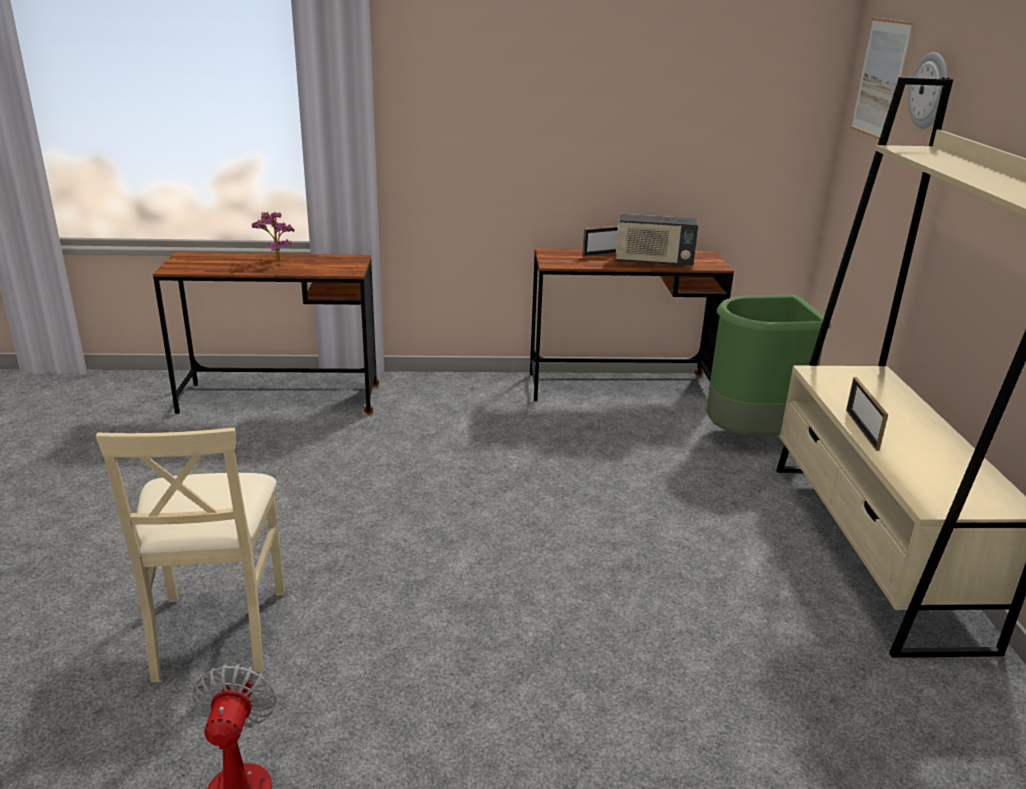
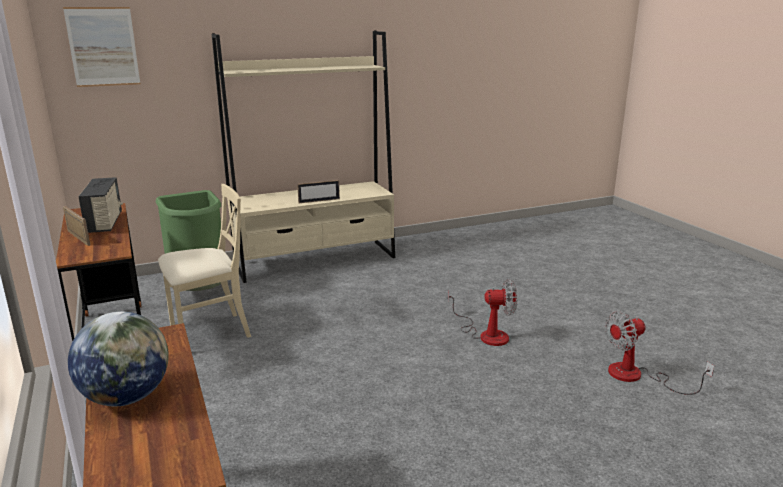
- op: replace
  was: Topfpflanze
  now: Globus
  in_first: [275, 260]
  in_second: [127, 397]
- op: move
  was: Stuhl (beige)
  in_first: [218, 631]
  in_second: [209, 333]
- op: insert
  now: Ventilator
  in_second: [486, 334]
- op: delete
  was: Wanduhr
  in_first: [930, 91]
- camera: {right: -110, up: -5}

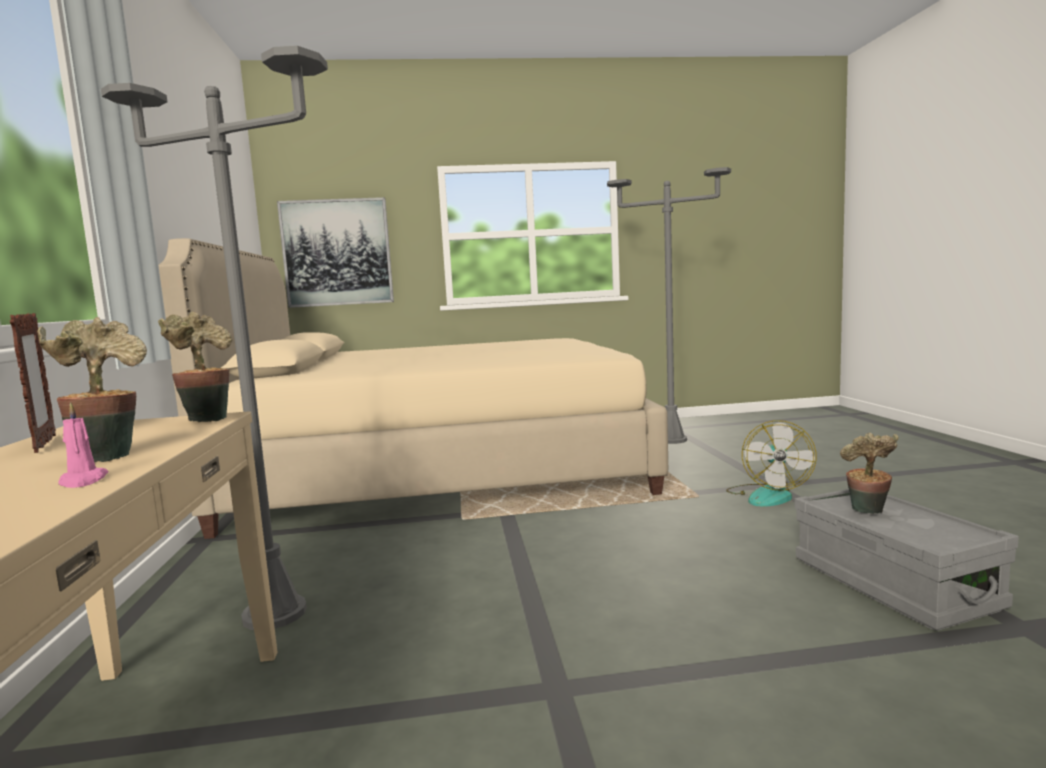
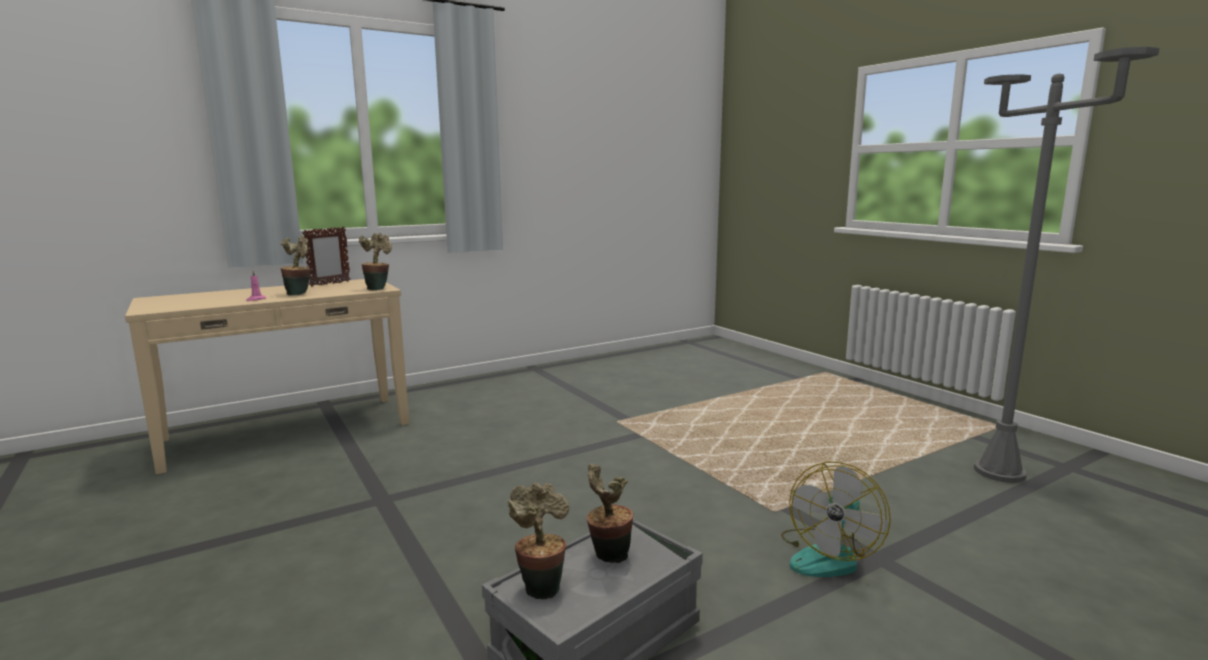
- op: insert
  now: Topfpflanze
  in_second: [540, 586]
- op: rotate
  was: Ventilator
  in_first: [767, 495]
  in_second: [828, 556]
  clockwise: -45
- op: delete
  was: Stehlampe (grau)
  in_first: [275, 614]
- op: delete
  was: Bett (beige)
  in_first: [442, 471]
- op: delete
  was: Bild
  in_first: [337, 253]
- camera: {right: 65, up: 5}

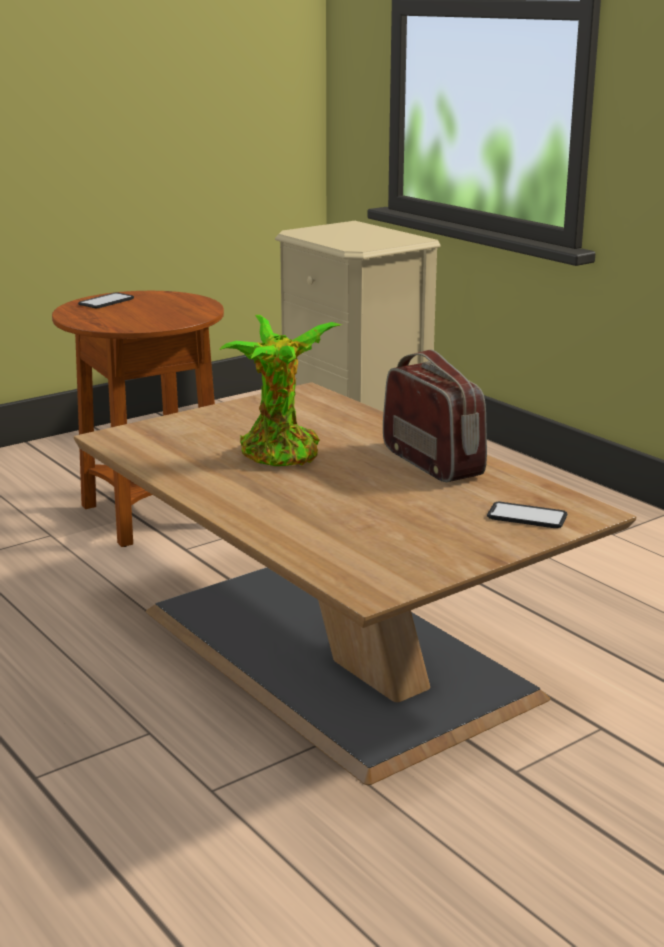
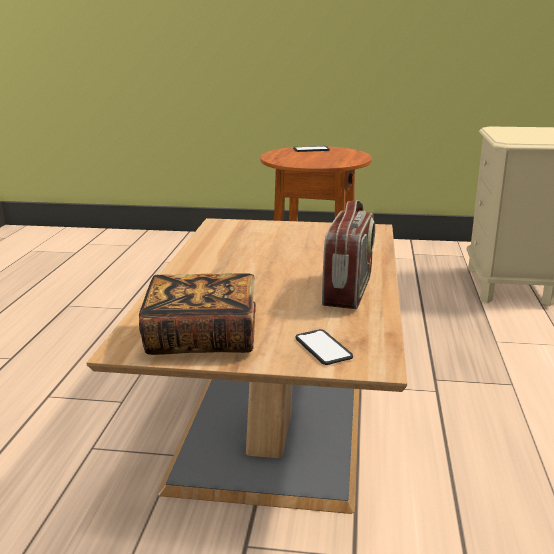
- op: insert
  now: Buch
  in_second: [202, 338]
- op: delete
  was: Topfpflanze
  in_first: [281, 456]
- camera: {right: 45, up: 0}

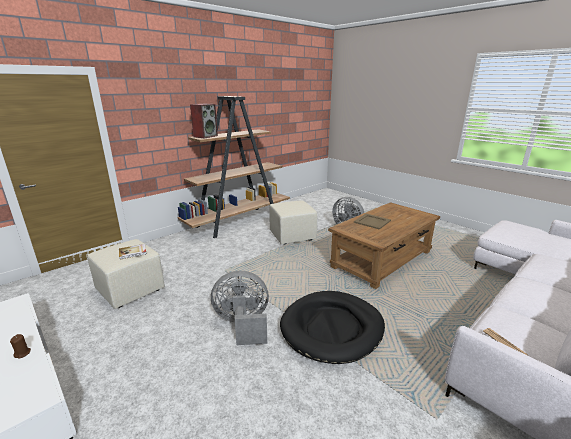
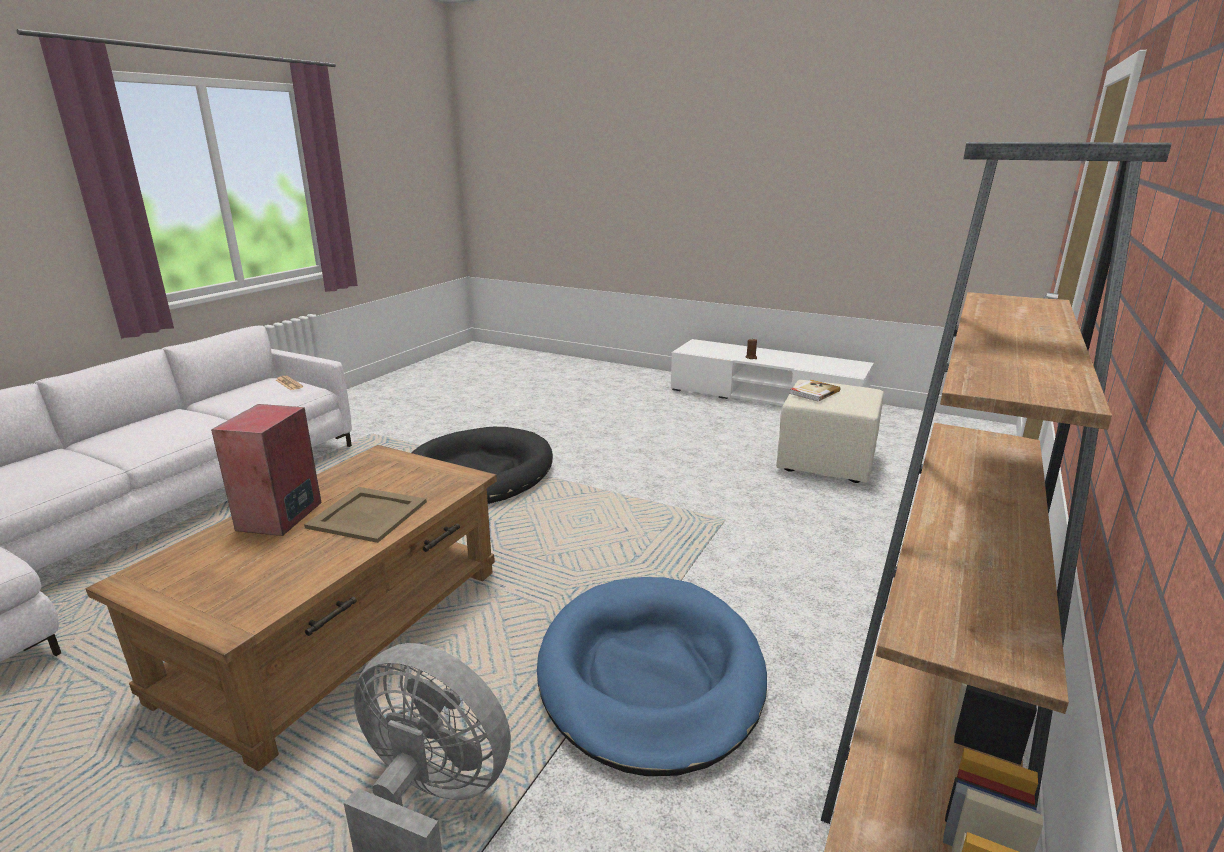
- op: move
  was: Lautsprecher
  in_first: [205, 136]
  in_second: [280, 517]
- op: replace
  was: Polsterhocker (beige)
  now: Hundebett (blau)
  in_first: [292, 236]
  in_second: [650, 676]
- op: delete
  was: Ventilator (grau)
  in_first: [243, 325]
- camera: {right: 160, up: 0}

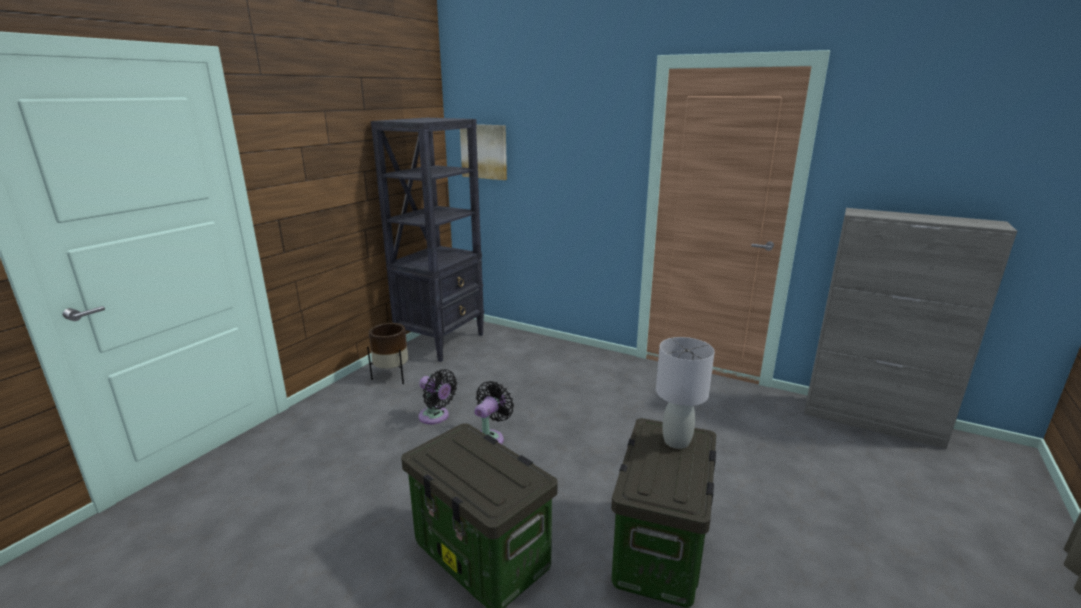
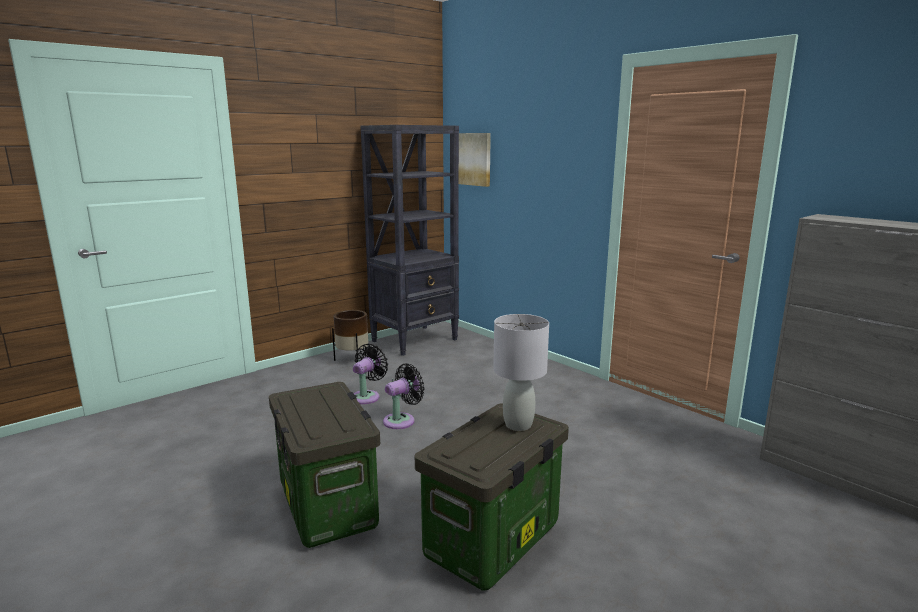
- op: rotate
  was: Ventilator (schwarz)
  in_first: [436, 417]
  in_second: [367, 396]
  clockwise: -120
- camera: {right: 20, up: -5}

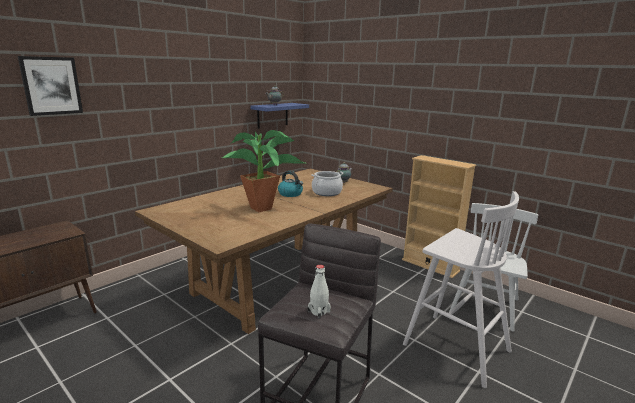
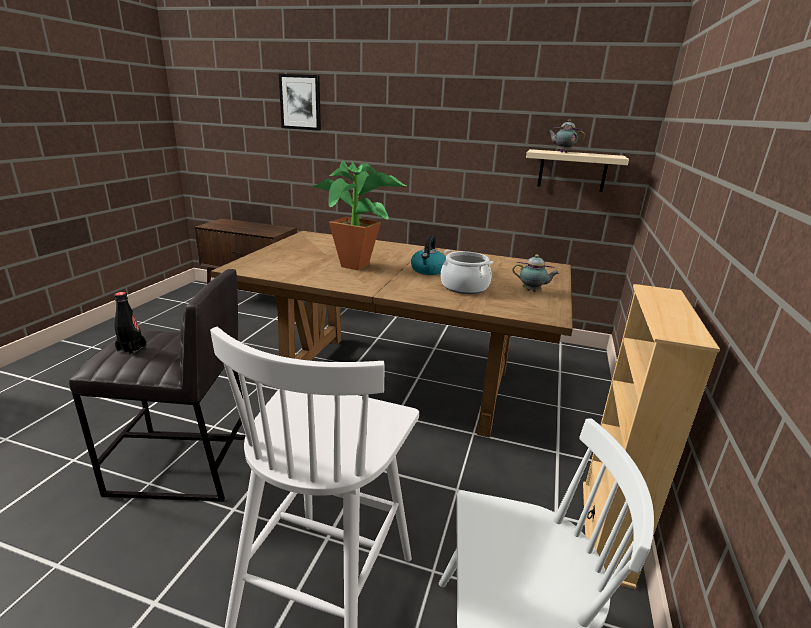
- op: recolor
  was: Flasche (weiß)
  now: Flasche (schwarz)
  in_first: [319, 311]
  in_second: [131, 348]
- op: recolor
  was: Wandregal (blau)
  now: Wandregal (beige)
  in_first: [272, 115]
  in_second: [572, 170]
- camera: {right: 65, up: 5}

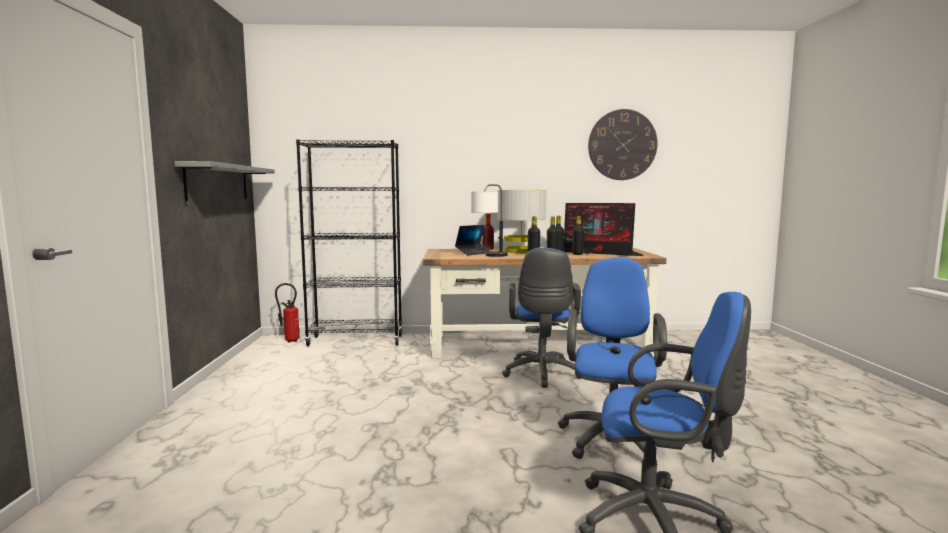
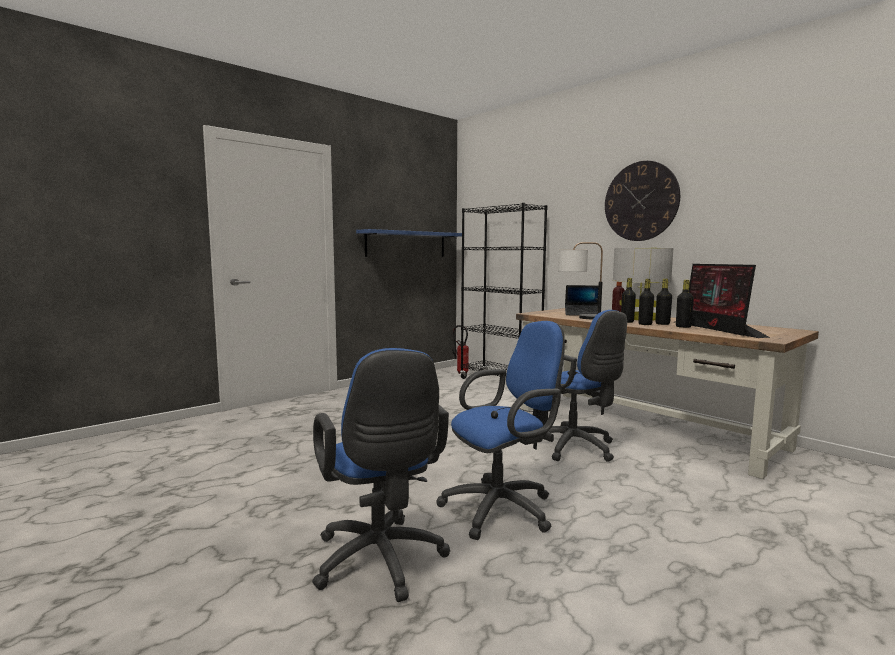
- op: recolor
  was: Wandregal (grau)
  now: Wandregal (blau)
  in_first: [218, 182]
  in_second: [406, 244]
- op: rotate
  was: Bürostuhl (blau)
  in_first: [541, 374]
  in_second: [576, 448]
  clockwise: -90
- op: move
  was: Wanduhr
  in_first: [622, 145]
  in_second: [641, 201]
- camera: {right: 50, up: 0}

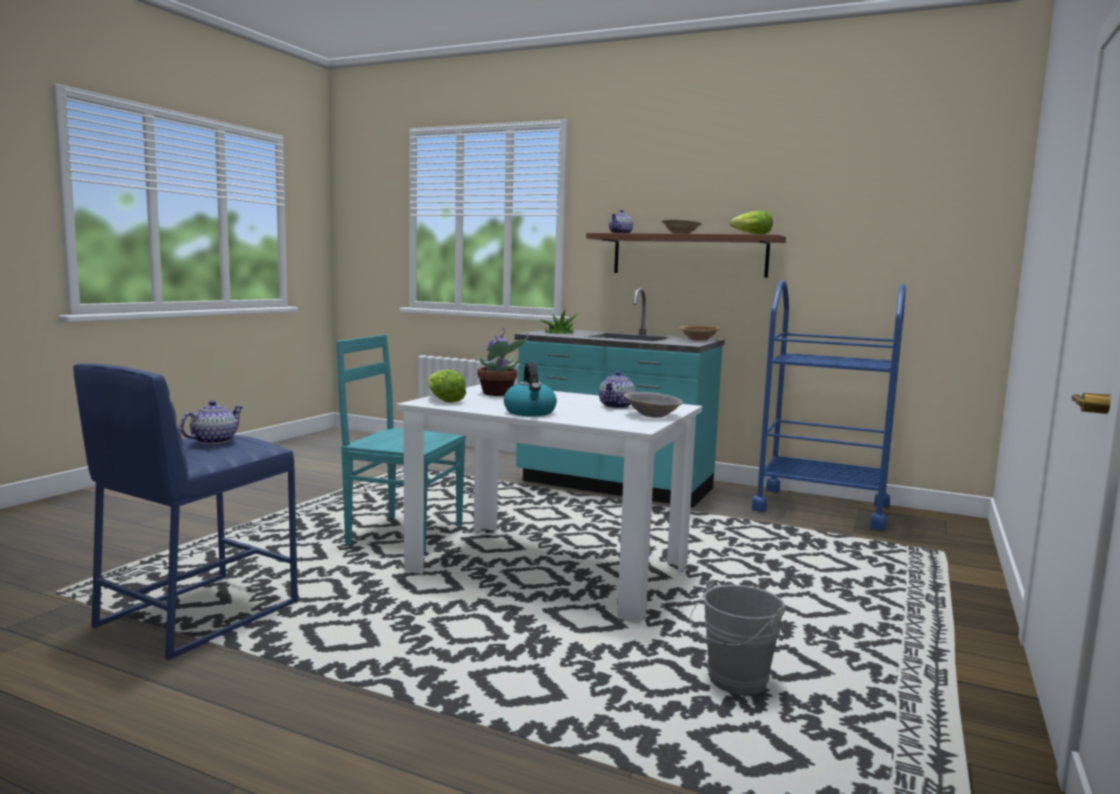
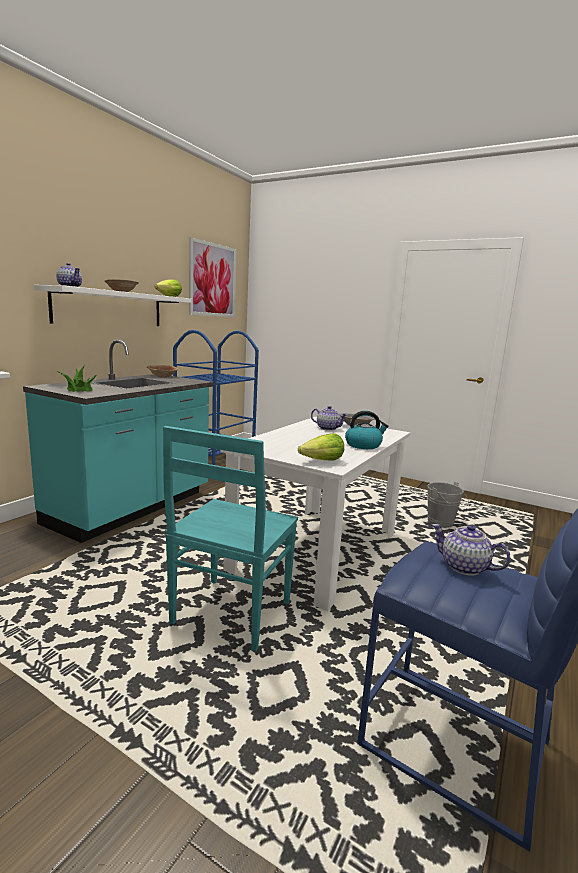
- op: recolor
  was: Wandregal (braun)
  now: Wandregal (weiß)
  in_first: [689, 255]
  in_second: [110, 308]
- op: insert
  now: Bild
  in_second: [213, 280]
- op: delete
  was: Topfpflanze
  in_first: [498, 394]
- camera: {right: -85, up: 5}

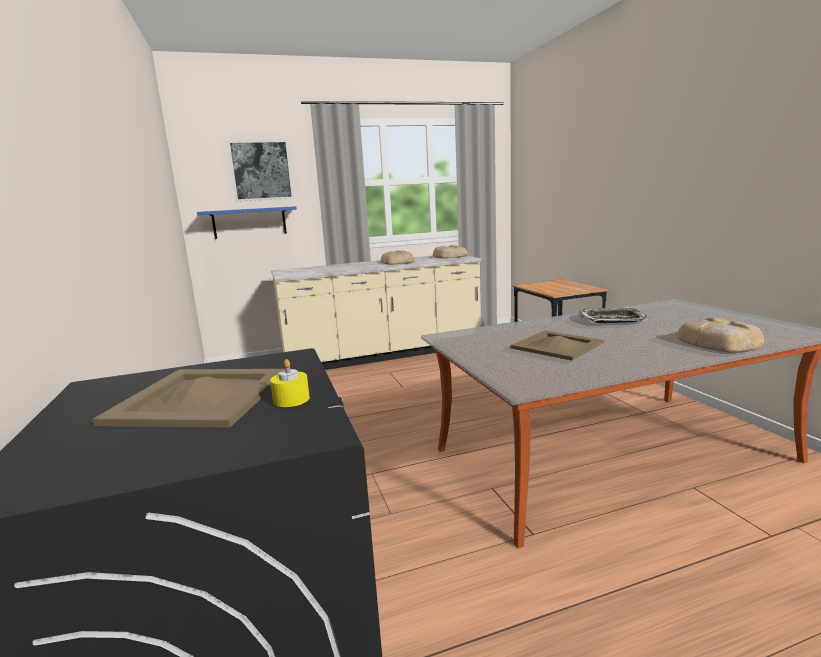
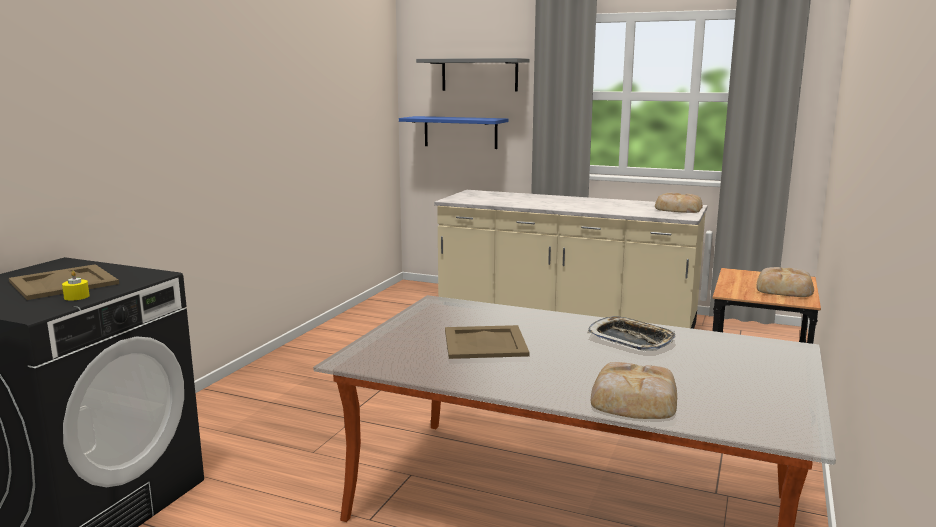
- op: replace
  was: Bild
  now: Wandregal (grau)
  in_first: [261, 170]
  in_second: [479, 75]
- op: move
  was: Brot
  in_first: [397, 262]
  in_second: [784, 288]
- camera: {right: 40, up: 0}

